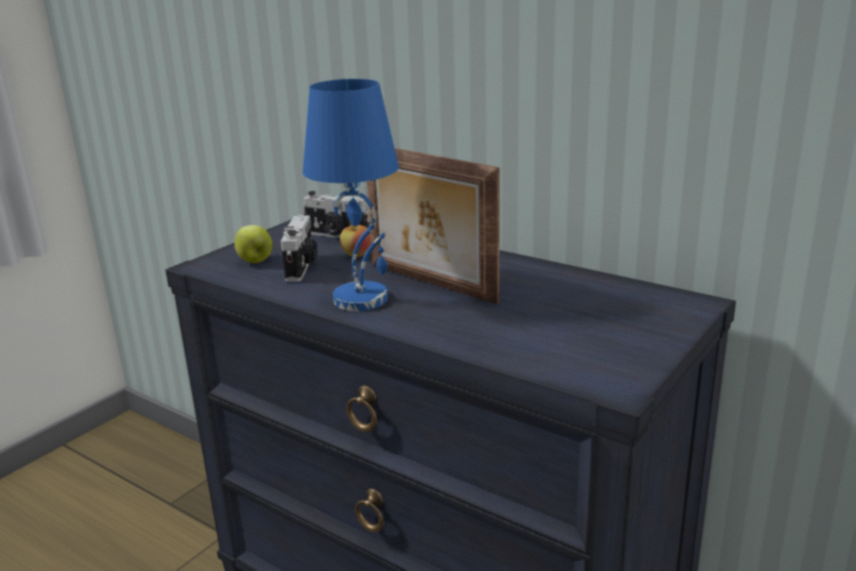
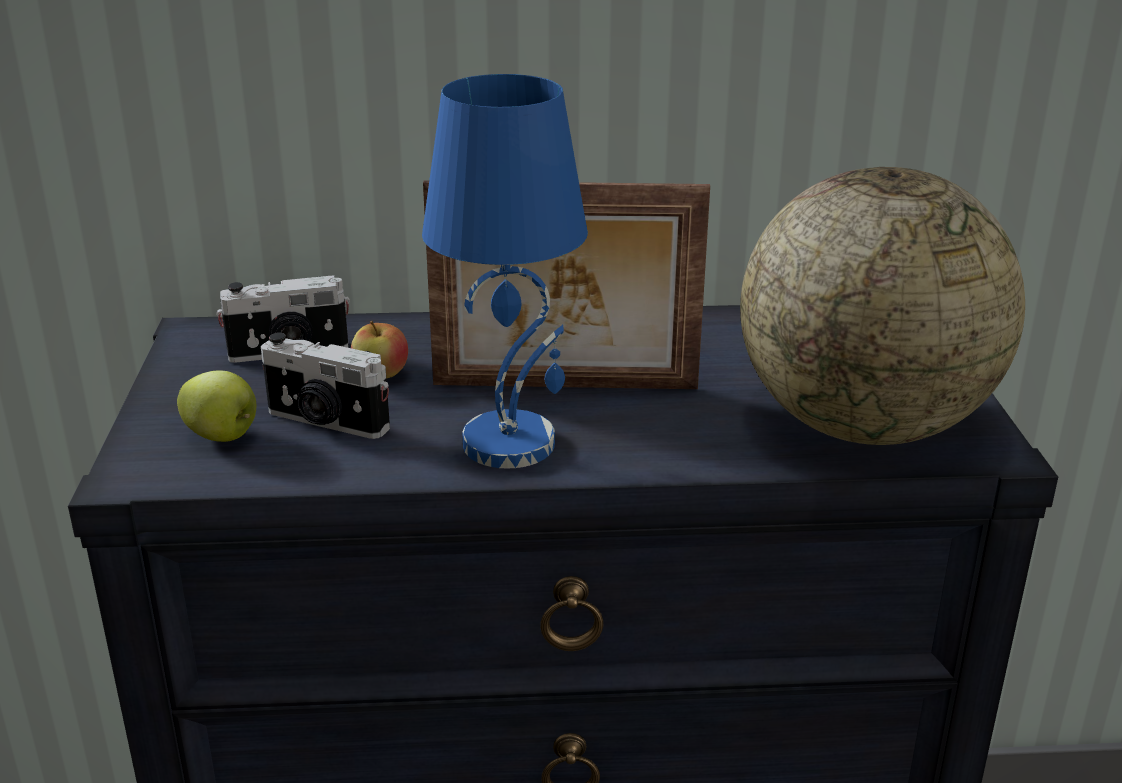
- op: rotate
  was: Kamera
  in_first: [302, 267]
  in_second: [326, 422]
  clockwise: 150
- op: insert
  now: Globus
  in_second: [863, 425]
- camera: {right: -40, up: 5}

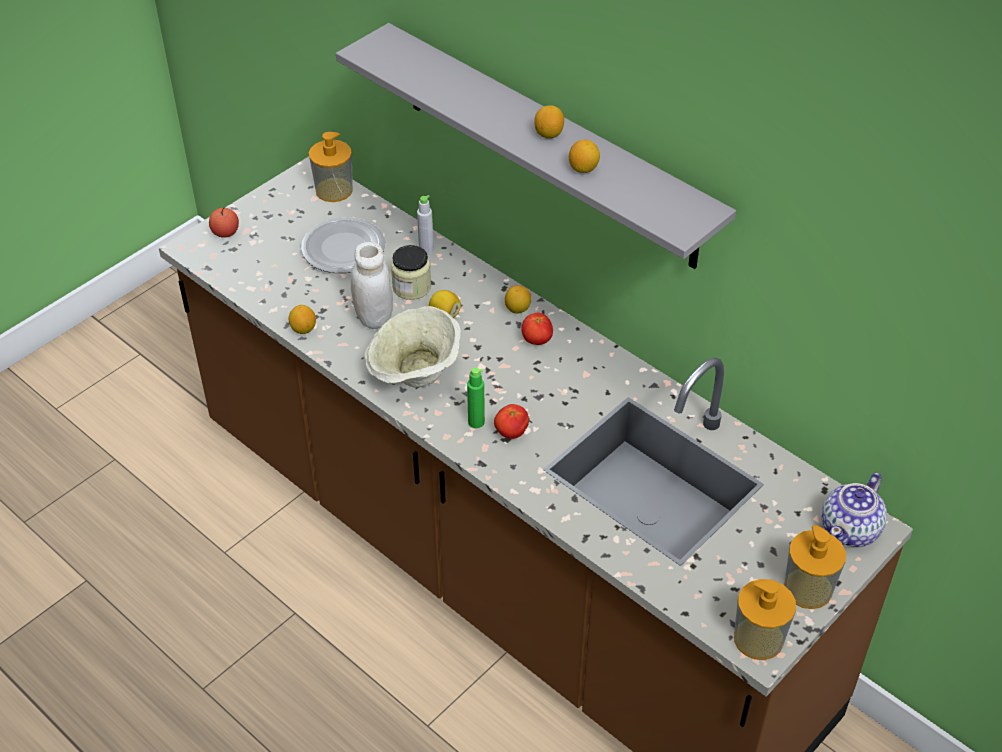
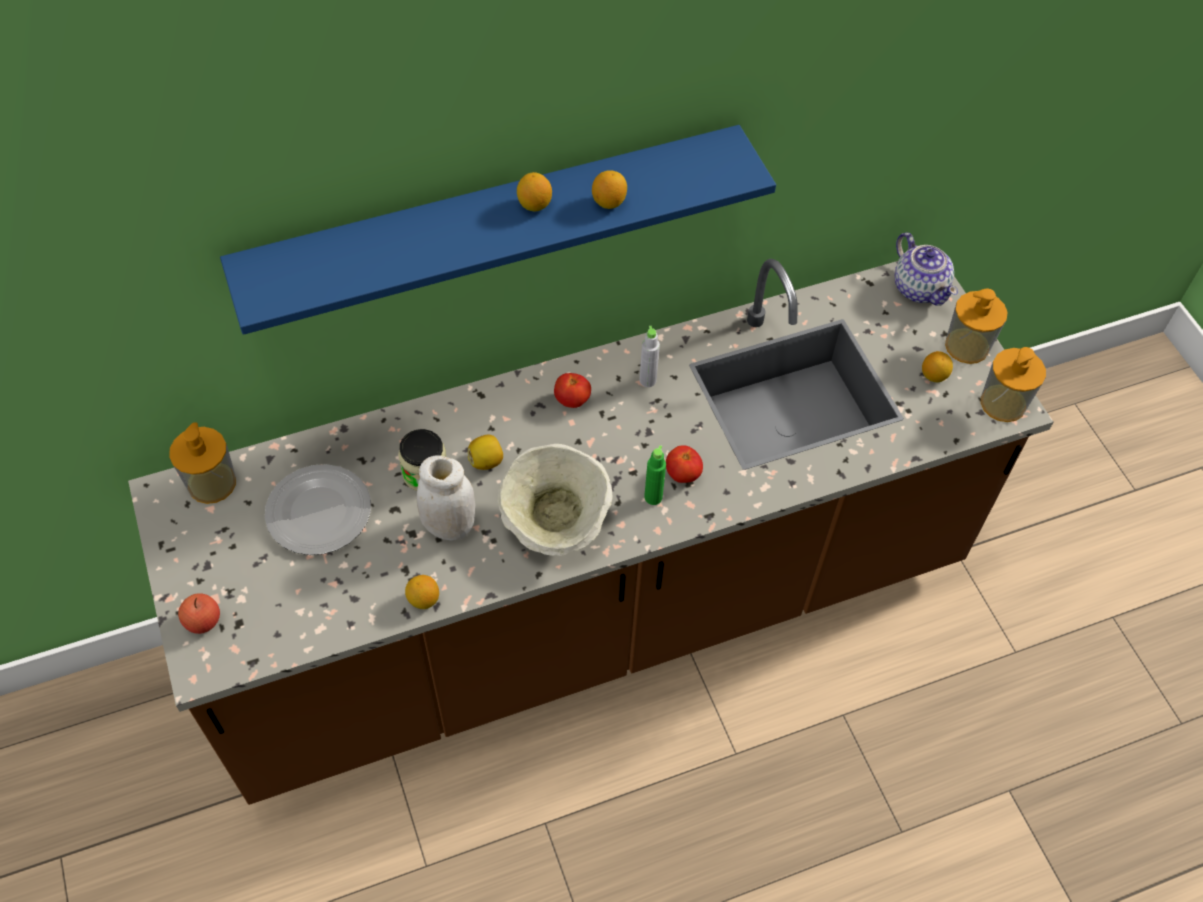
- op: recolor
  was: Wandregal (grau)
  now: Wandregal (blau)
  in_first: [548, 146]
  in_second: [493, 225]
- op: move
  was: Flasche (grau)
  in_first: [426, 250]
  in_second: [647, 380]
- op: move
  was: Zitrone
  in_first: [517, 309]
  in_second: [934, 376]
- camera: {right: -65, up: 10}

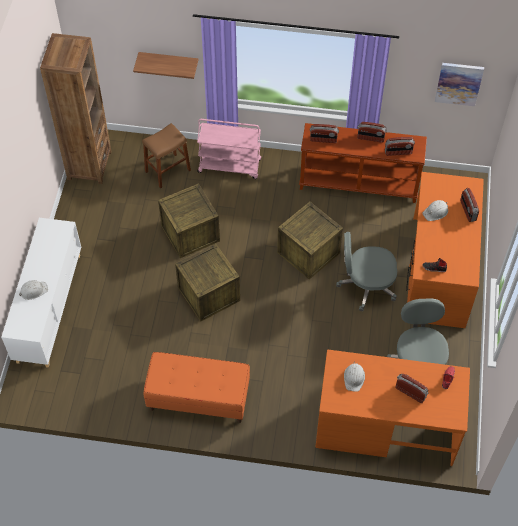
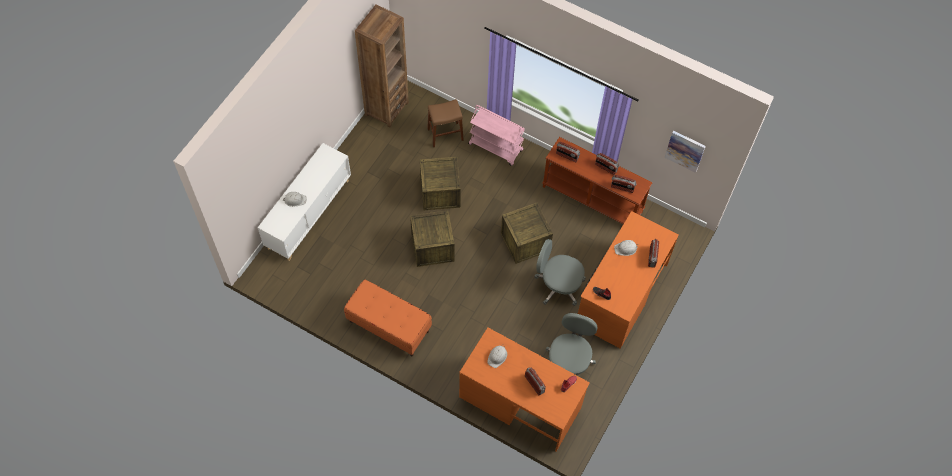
- op: delete
  was: Wandregal
  in_first: [169, 62]
- camera: {right: 20, up: 5}

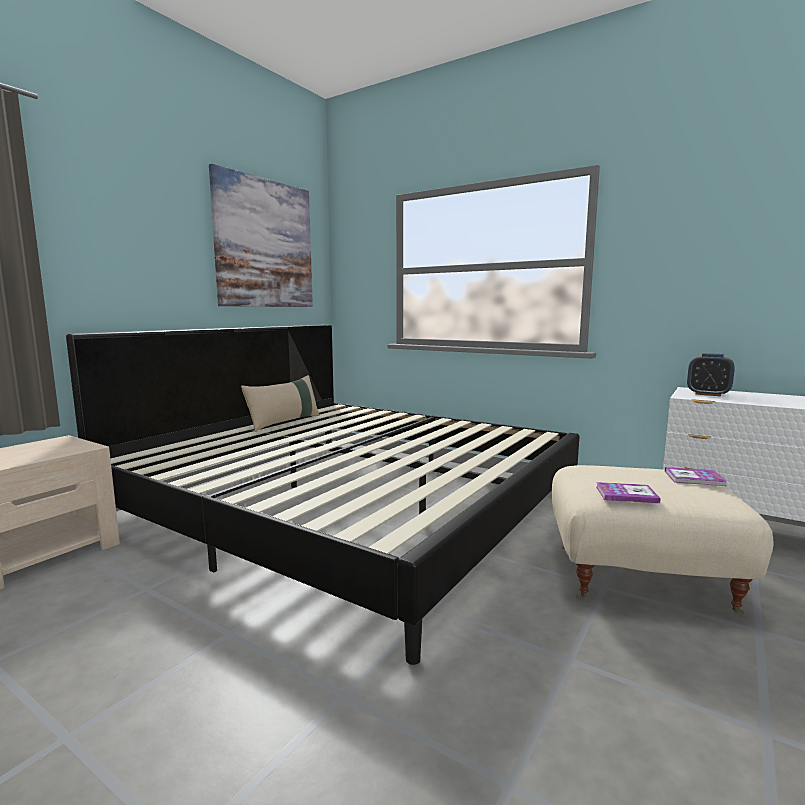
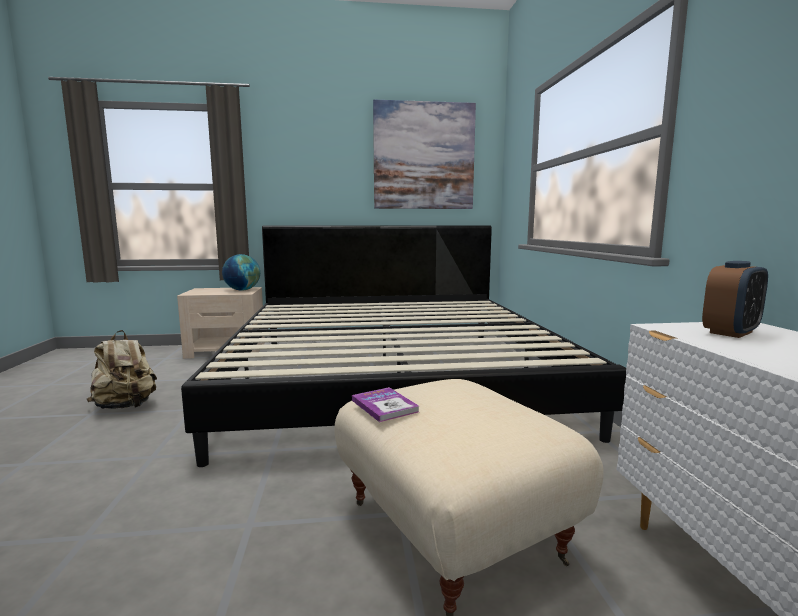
- op: insert
  now: Rucksack (beige)
  in_second: [126, 406]
- op: insert
  now: Globus
  in_second: [242, 290]
- op: rotate
  was: Wecker
  in_first: [708, 394]
  in_second: [731, 332]
  clockwise: -120
- op: delete
  was: Kissen (beige)
  in_first: [284, 422]
- op: delete
  was: Buch
  in_first: [694, 478]
- camera: {right: 50, up: 0}

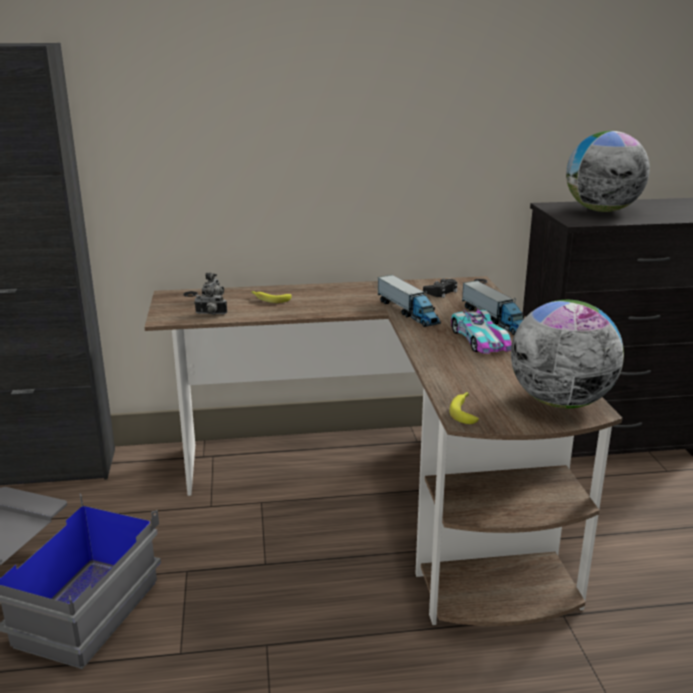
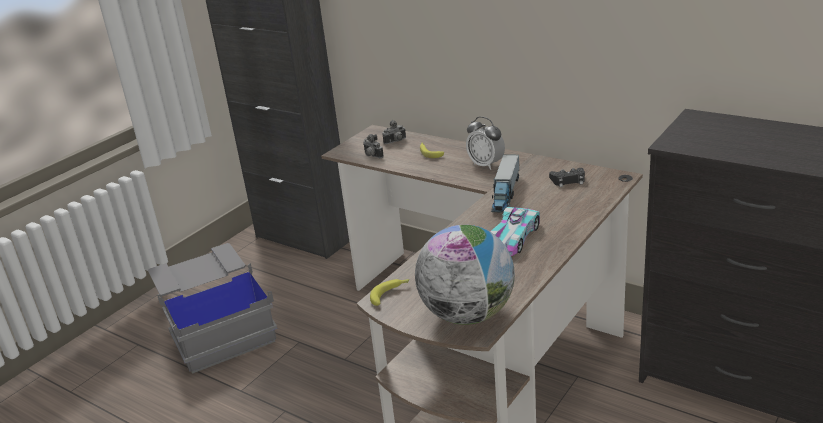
- op: insert
  now: Wecker
  in_second: [486, 165]
- op: delete
  was: Spielzeuglaster
  in_first: [494, 319]
- op: delete
  was: Globus
  in_first: [602, 210]
- camera: {right: 45, up: 5}

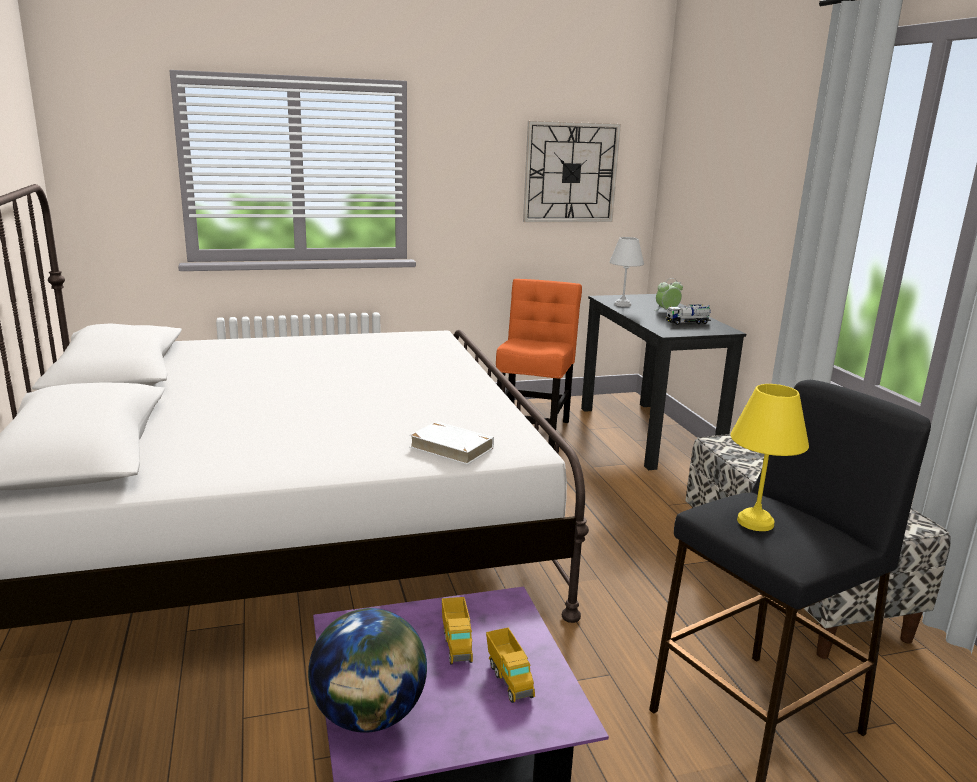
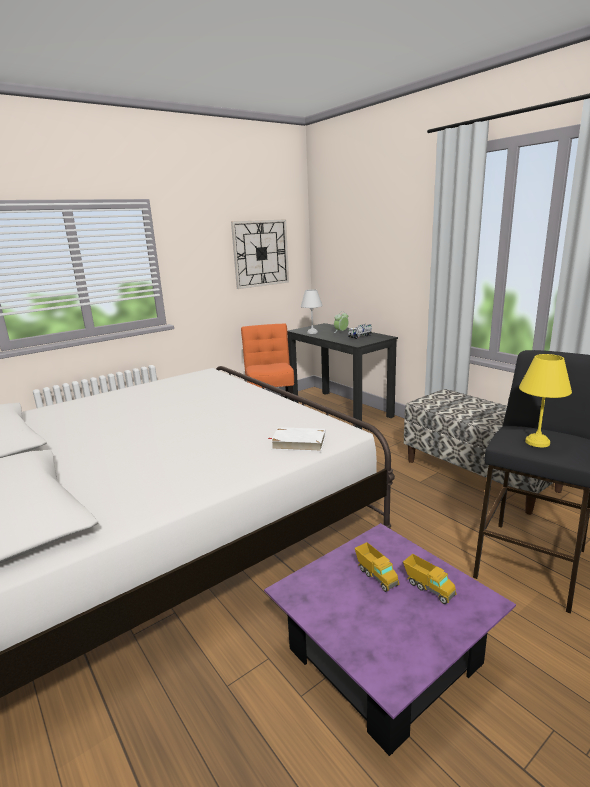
- op: delete
  was: Globus
  in_first: [369, 716]
- camera: {right: -20, up: 0}

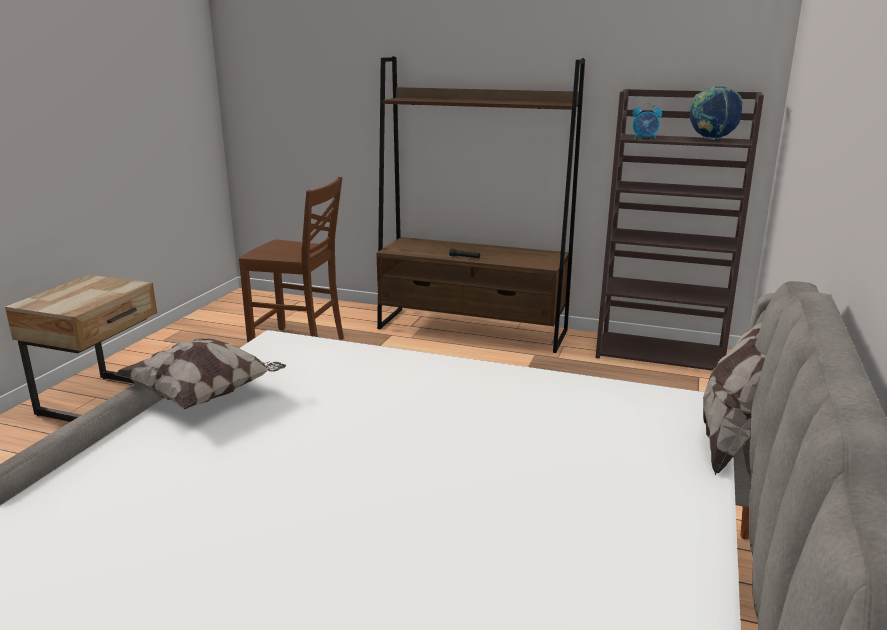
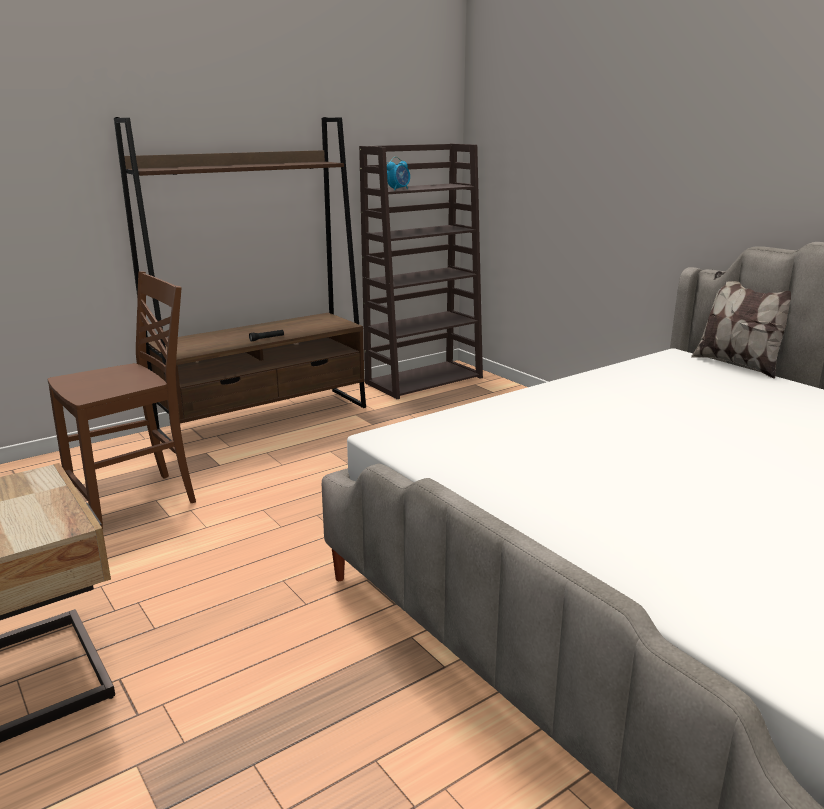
- op: delete
  was: Kissen
  in_first: [205, 395]
- op: delete
  was: Globus
  in_first: [711, 139]
- camera: {right: -55, up: 0}

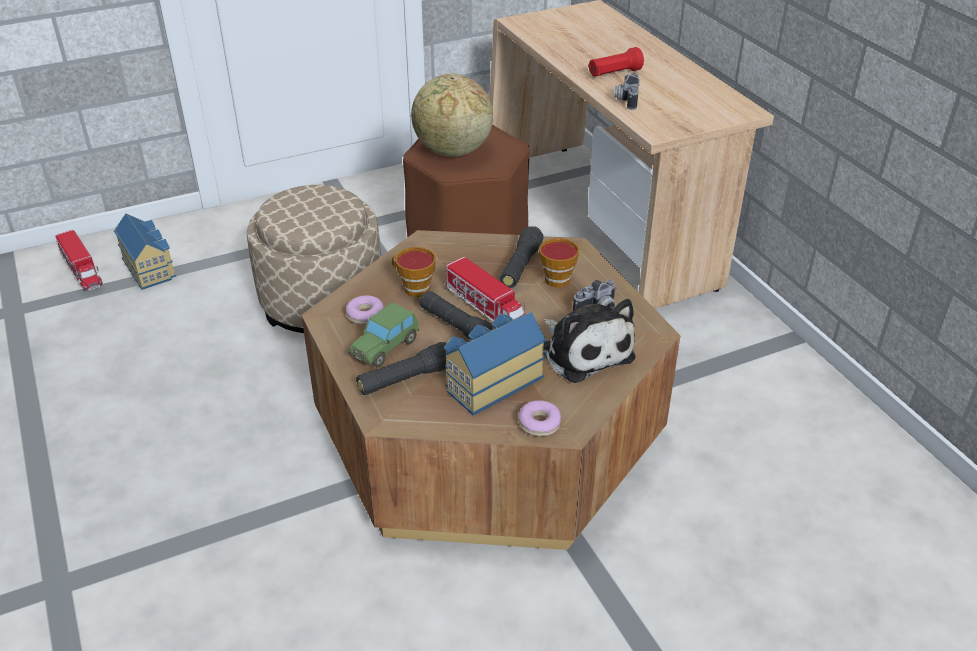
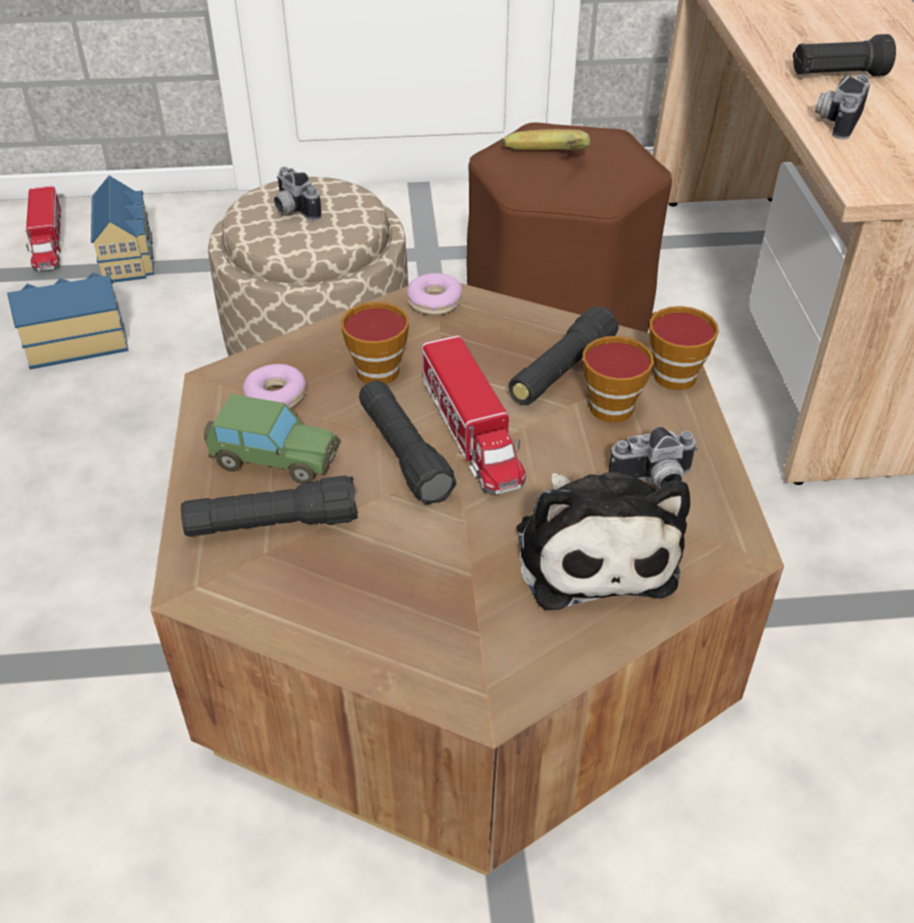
- op: move
  was: Spielzeughaus
  in_first: [491, 382]
  in_second: [76, 343]
- op: rotate
  was: Spielzeugauto
  in_first: [385, 347]
  in_second: [273, 459]
  clockwise: -135
- op: insert
  now: Kamera
  in_second: [292, 210]
- op: move
  was: Donut
  in_first: [539, 423]
  in_second: [435, 302]
- op: replace
  was: Globus
  now: Banane
  in_first: [452, 152]
  in_second: [545, 164]
- op: insert
  now: Tasse
  in_second: [670, 373]
- op: recolor
  was: Taschenlampe (rot)
  now: Taschenlampe (schwarz)
  in_first: [614, 73]
  in_second: [837, 76]
- camera: {right: 20, up: 5}

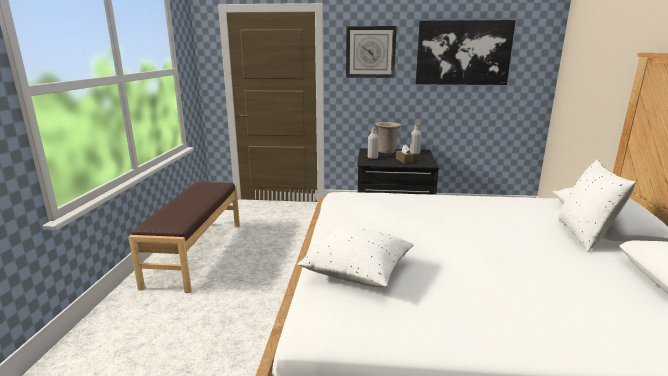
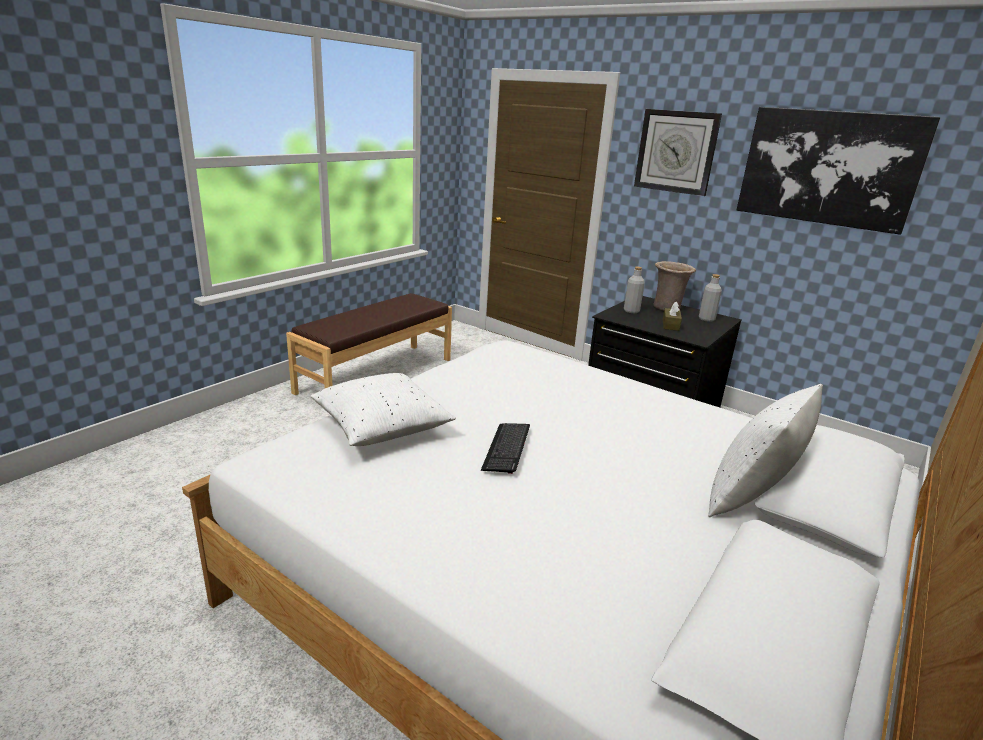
- op: insert
  now: Tastatur
  in_second: [506, 448]
- camera: {right: 30, up: 5}

